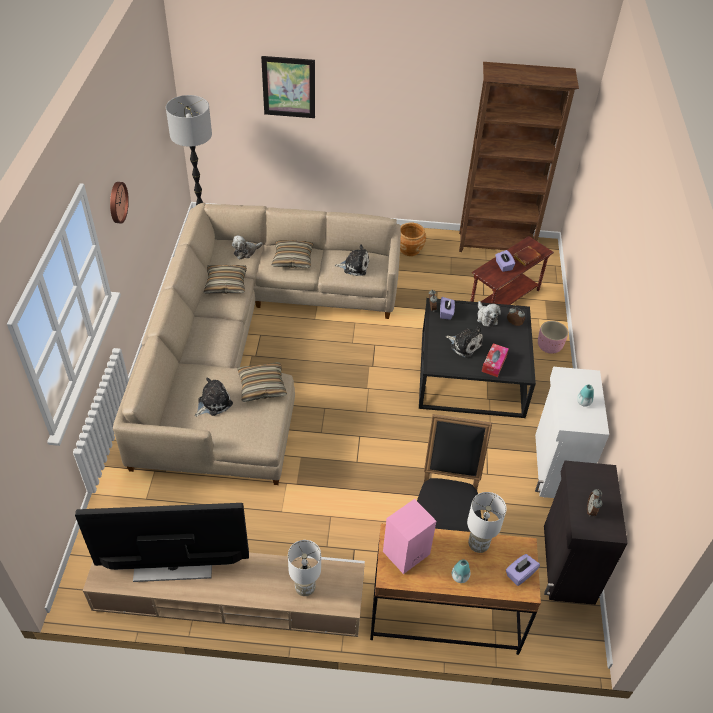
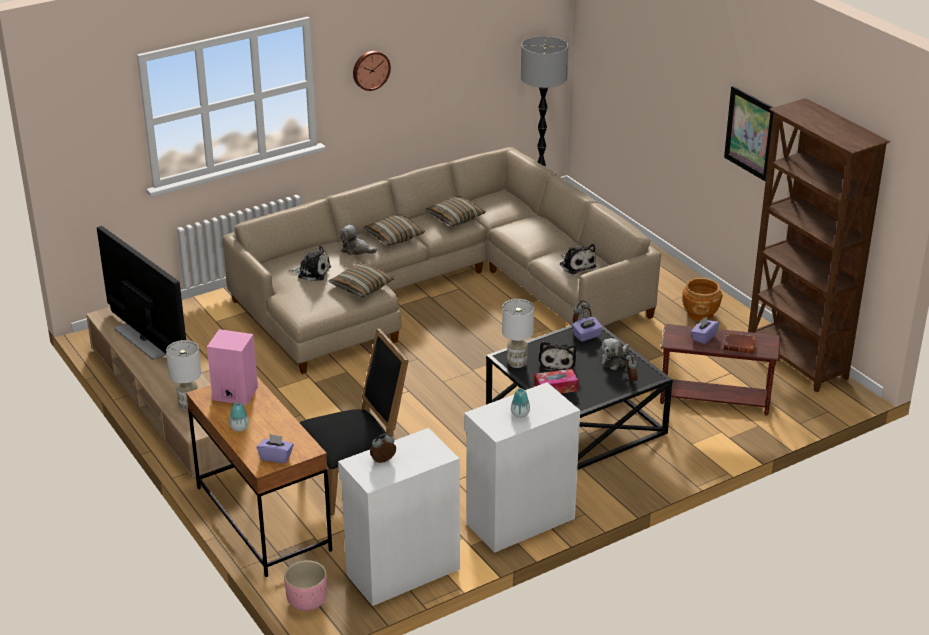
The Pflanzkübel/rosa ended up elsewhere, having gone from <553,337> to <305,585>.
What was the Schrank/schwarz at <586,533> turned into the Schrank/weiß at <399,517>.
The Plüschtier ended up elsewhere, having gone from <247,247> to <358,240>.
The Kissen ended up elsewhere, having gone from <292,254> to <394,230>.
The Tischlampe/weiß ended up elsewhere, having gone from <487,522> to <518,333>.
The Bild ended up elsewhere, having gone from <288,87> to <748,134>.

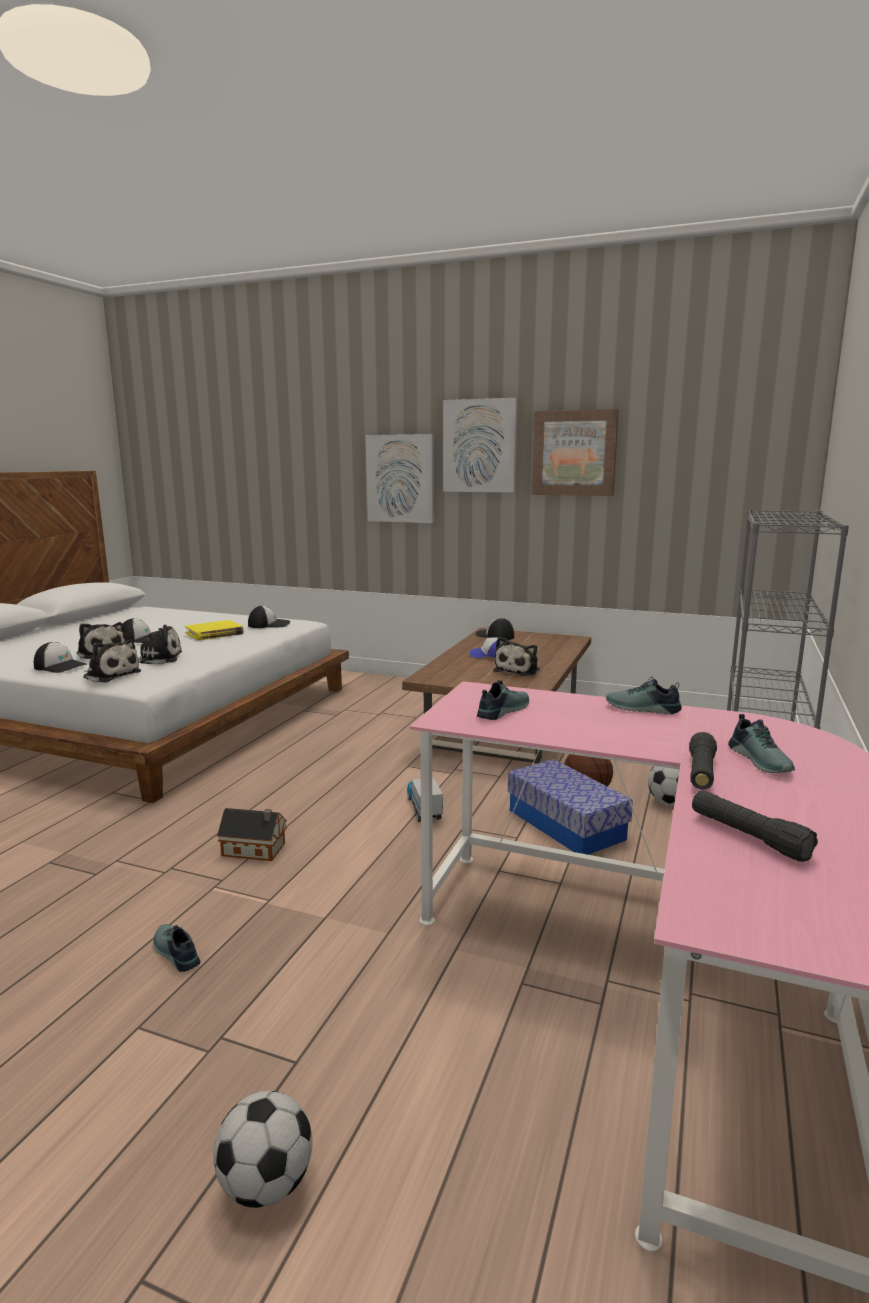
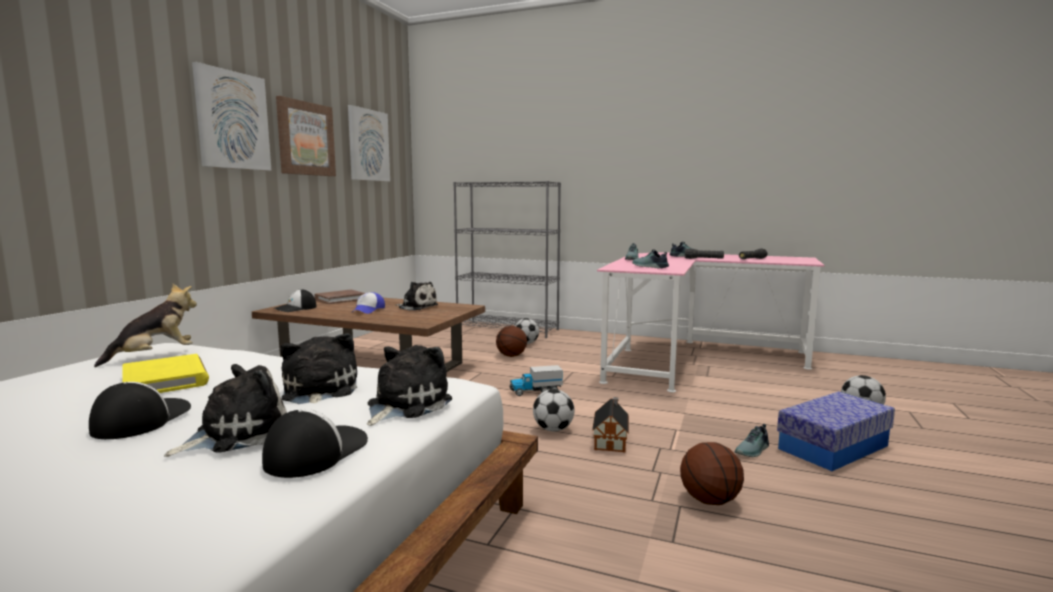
Where the Kappe stood at <269,617>, the Plüschtier came to stand at <145,325>.
The second view gained the Buch/braun at <339,297>.
The Bild ended up elsewhere, having gone from <400,478> to <369,143>.
The second view gained the Fußball at <553,410>.
The second view gained the Basketball at <712,473>.
The Aufbewahrungsbox ended up elsewhere, having gone from <570,807> to <836,431>.

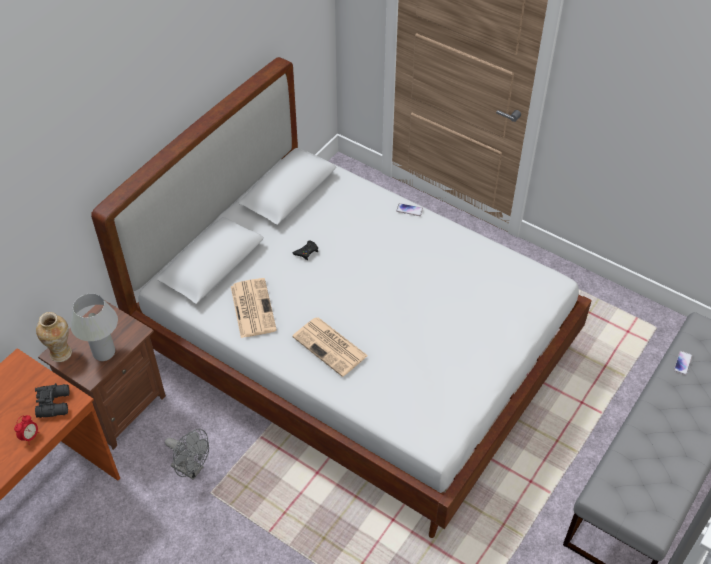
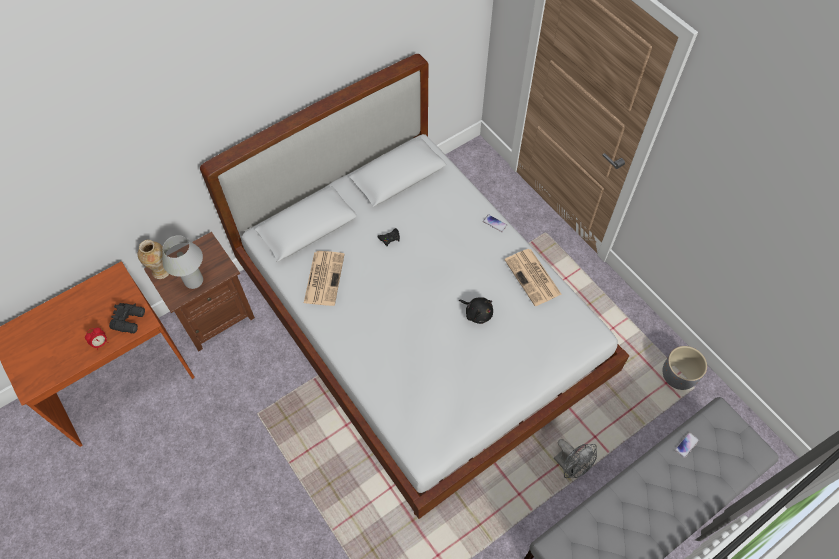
The second view gained the Plüschtier/schwarz at <476,310>.
The Zeitung ended up elsewhere, having gone from <330,347> to <533,277>.
The Ventilator/grau ended up elsewhere, having gone from <187,454> to <575,458>.
The second view gained the Pflanzkübel/grau at <684,368>.

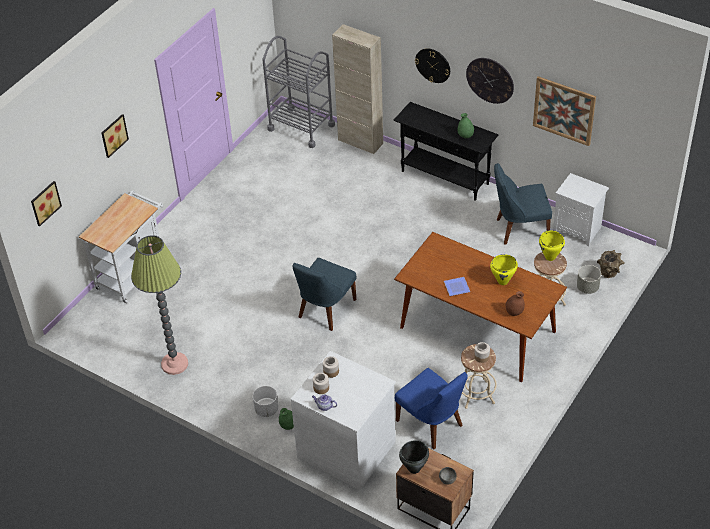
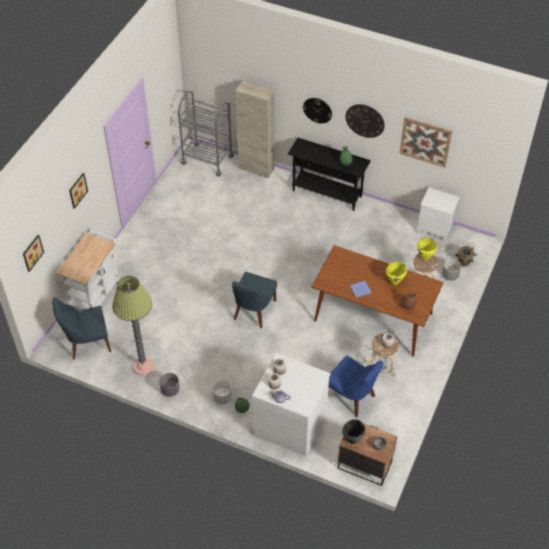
The Stuhl/blau ended up elsewhere, having gone from <523,204> to <82,328>.
The second view gained the Pflanzkübel/grau at <170,385>.

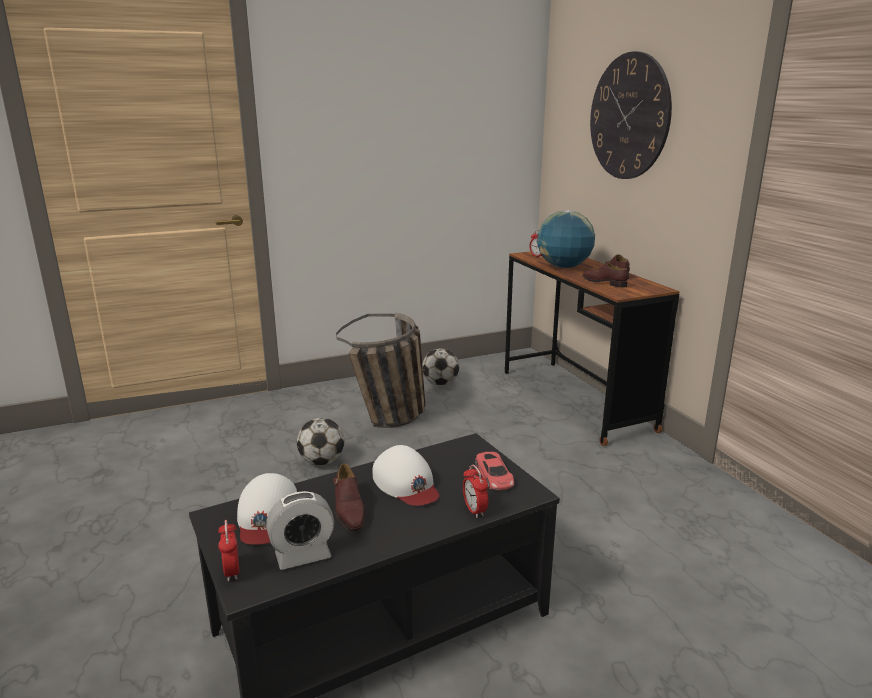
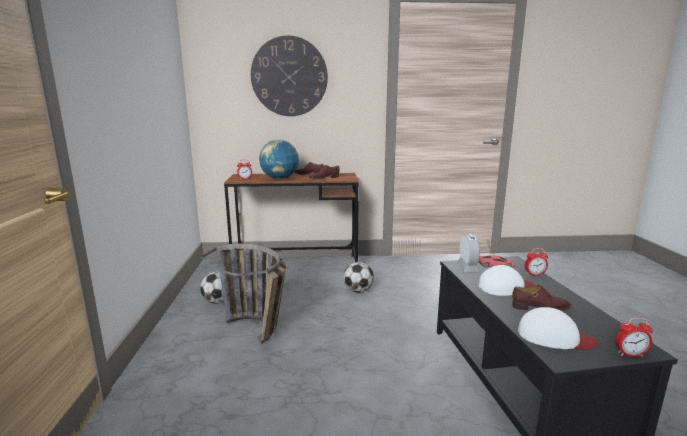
The Fußball ended up elsewhere, having gone from <321,441> to <359,277>.
The Wecker ended up elsewhere, having gone from <300,530> to <468,253>.

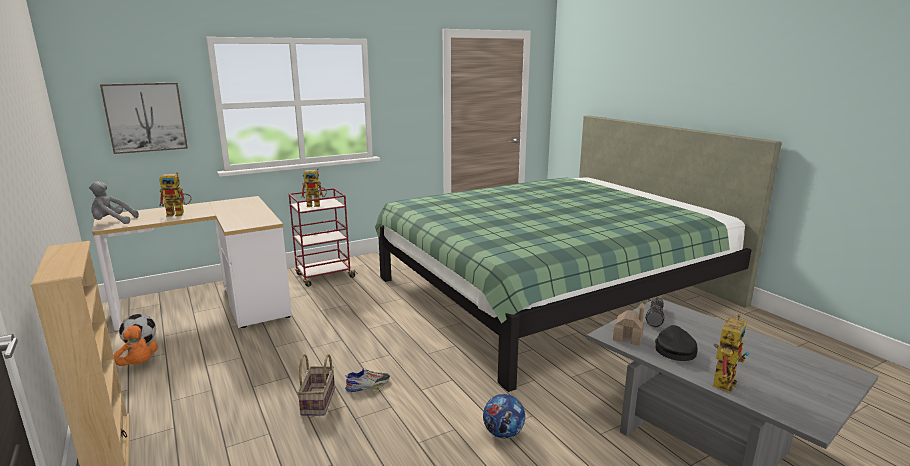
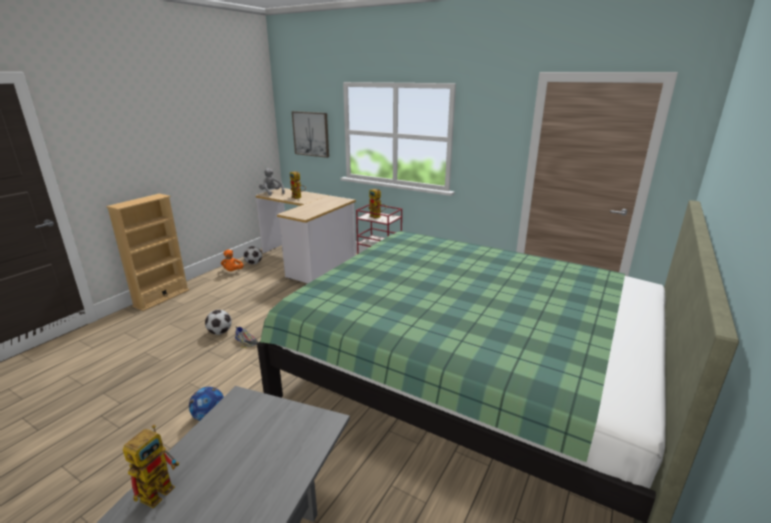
The Spielzeugroboter at <731,353> ended up facing another way, 75 degrees counterclockwise from before.
Where the Korb stood at <316,385>, the Fußball came to stand at <218,322>.
The second view lost the Spielzeughaus at <629,324>.
The second view lost the Taschenlampe at <655,312>.
The second view lost the Kappe/schwarz at <676,343>.

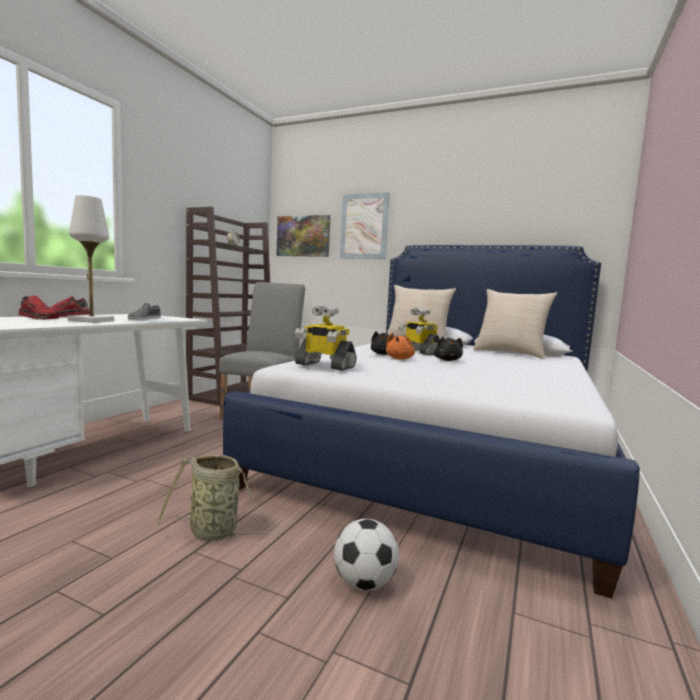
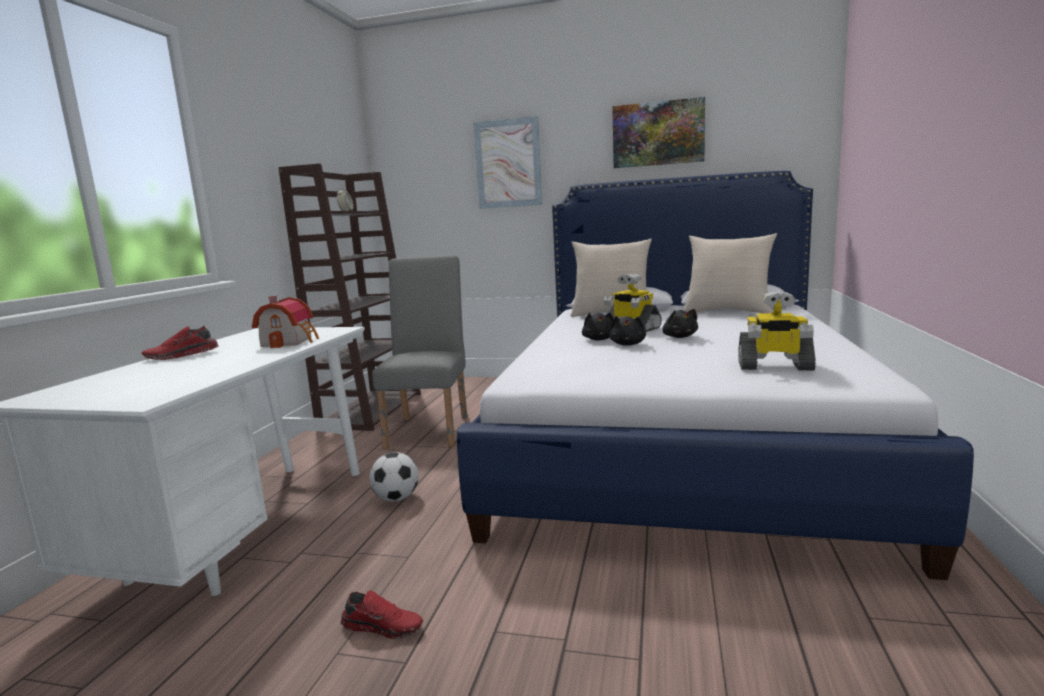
Where the Schuh/grau stood at <144,311>, the Spielzeughaus came to stand at <285,322>.
The Schuh/rot ended up elsewhere, having gone from <38,308> to <381,614>.
The Fußball ended up elsewhere, having gone from <366,555> to <394,476>.
What was the Plüschtier/orange at <400,346> turned into the Plüschtier/schwarz at <628,331>.
The Bild ended up elsewhere, having gone from <303,236> to <658,132>.
The Spielzeugroboter ended up elsewhere, having gone from <325,338> to <777,331>.
The second view lost the Tischlampe/weiß at <91,259>.
The second view lost the Korb at <220,498>.

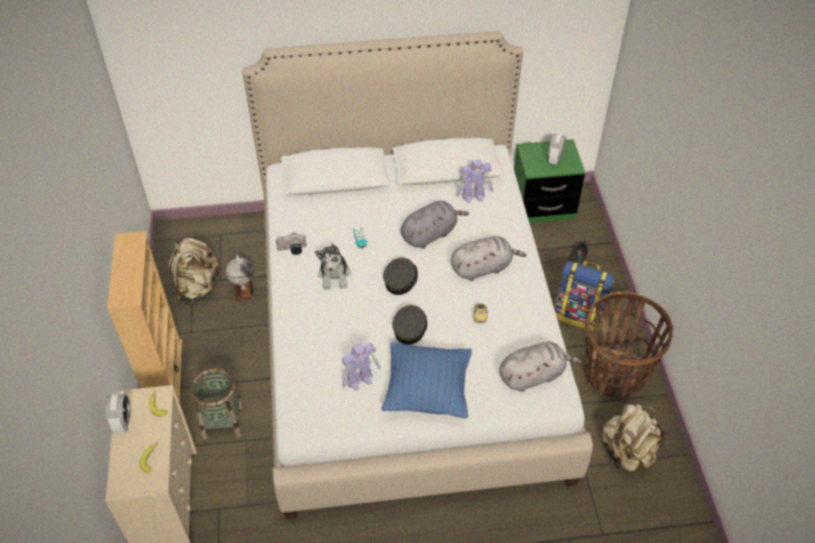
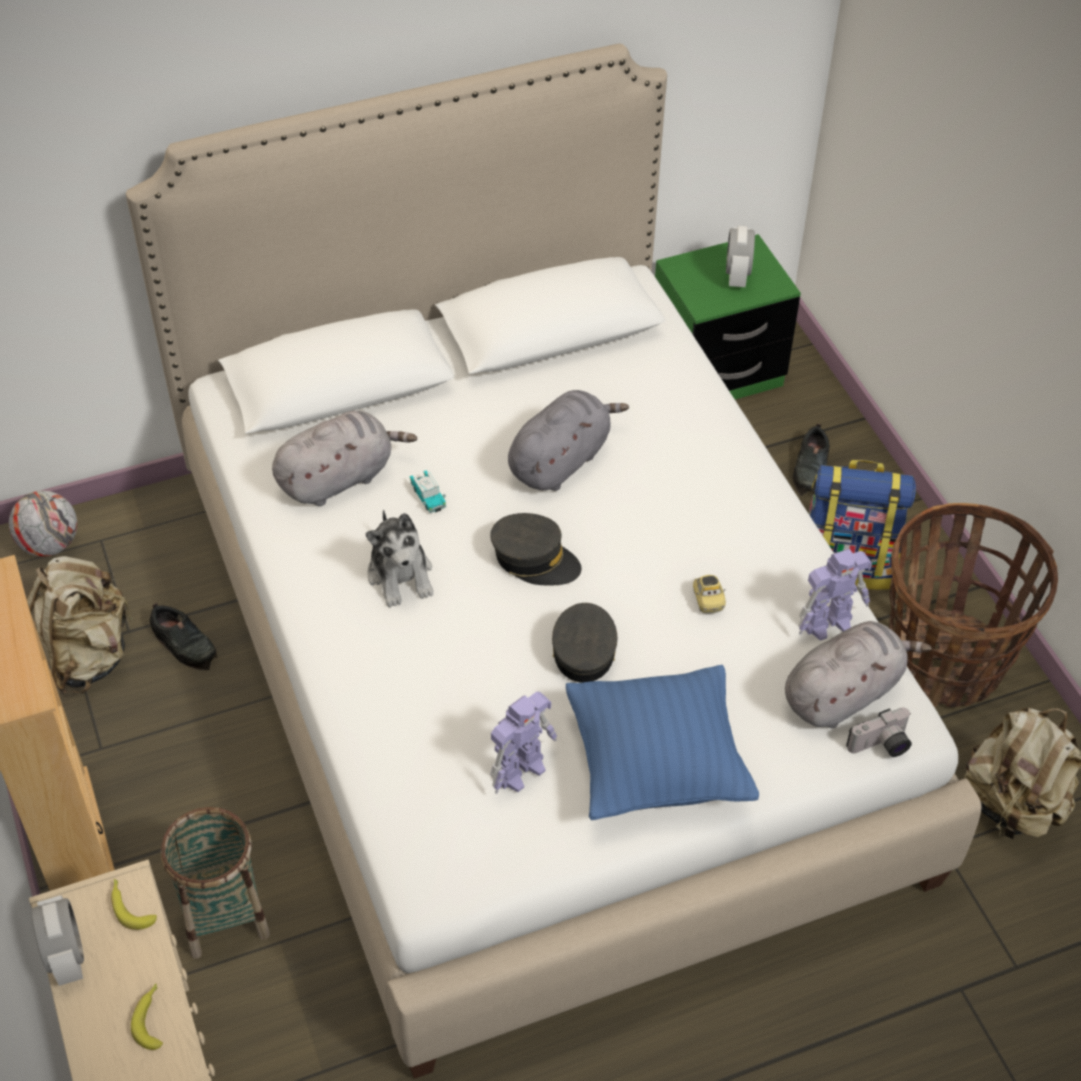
The second view gained the Fußball at <43,524>.
Where the Globus stood at <240,278>, the Schuh/schwarz came to stand at <183,636>.
The Plüschtier/grau ended up elsewhere, having gone from <489,258> to <344,458>.
The Kappe/grau at <400,276> ended up facing another way, 105 degrees clockwise from before.
The Spielzeugroboter ended up elsewhere, having gone from <475,181> to <835,595>.
The Kamera ended up elsewhere, having gone from <291,244> to <879,732>.

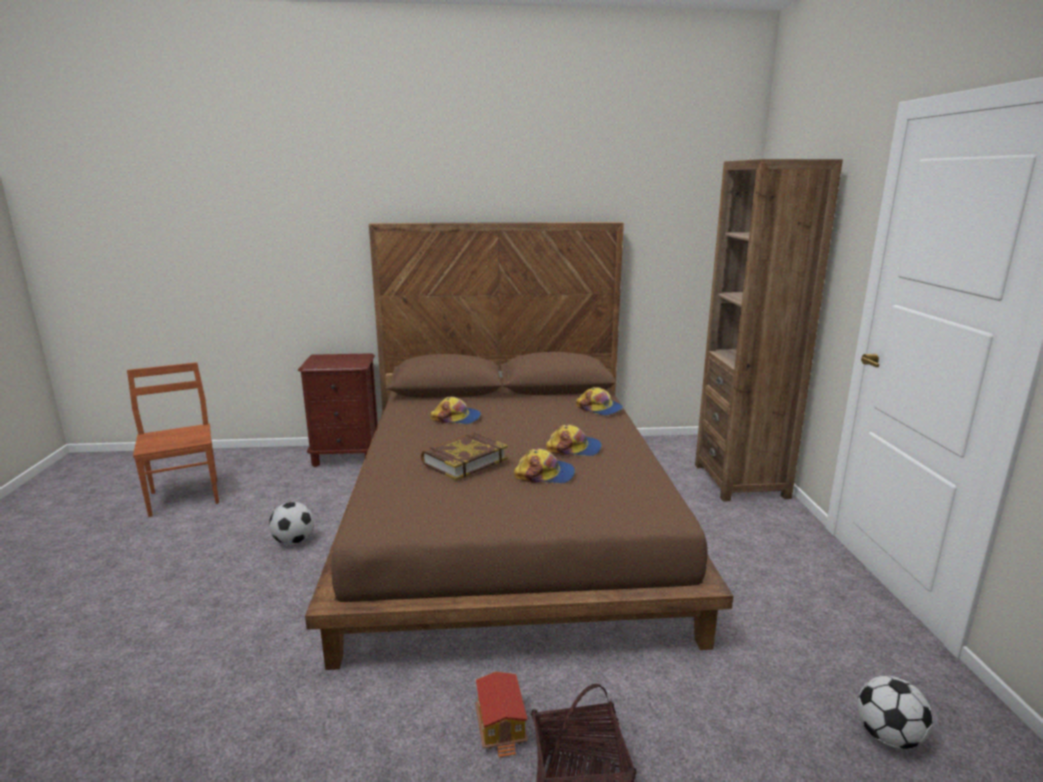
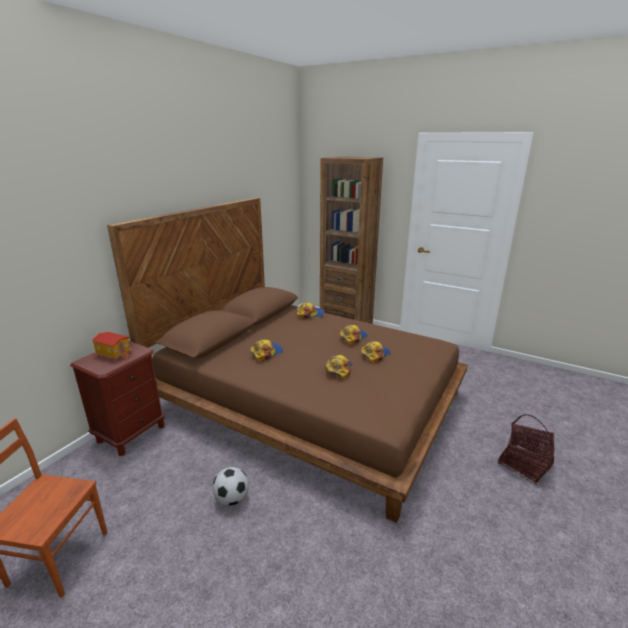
The Spielzeughaus ended up elsewhere, having gone from <501,714> to <111,346>.
Where the Buch stood at <464,456>, the Kappe came to stand at <339,367>.
The second view lost the Fußball at <895,712>.

